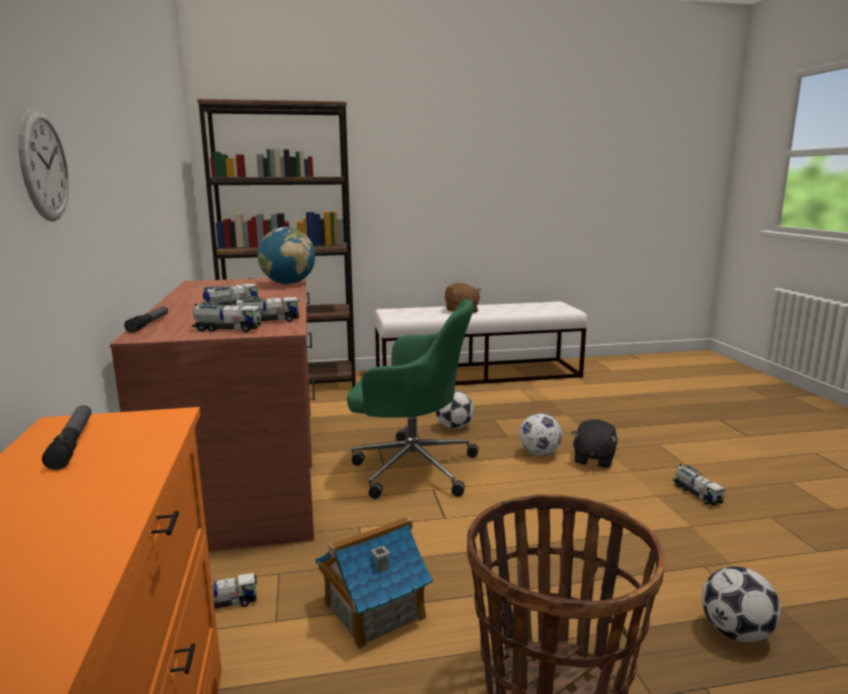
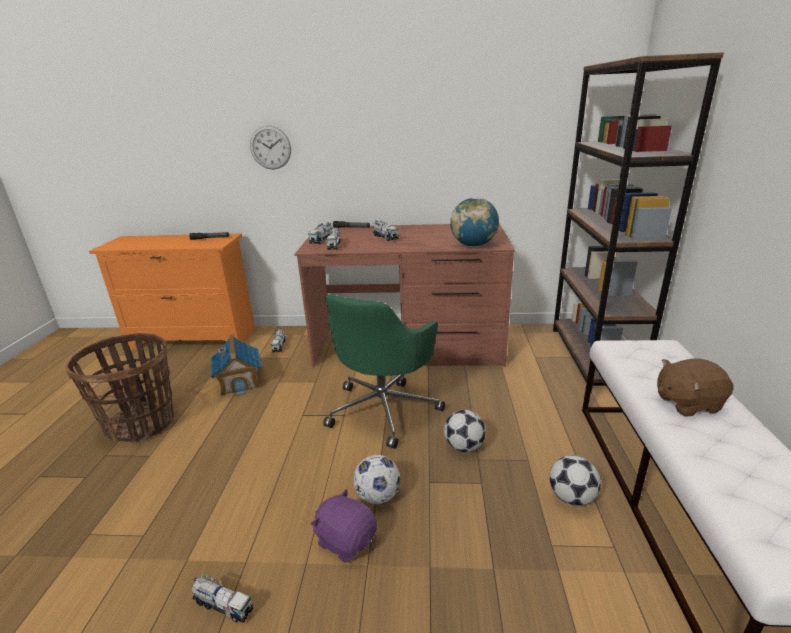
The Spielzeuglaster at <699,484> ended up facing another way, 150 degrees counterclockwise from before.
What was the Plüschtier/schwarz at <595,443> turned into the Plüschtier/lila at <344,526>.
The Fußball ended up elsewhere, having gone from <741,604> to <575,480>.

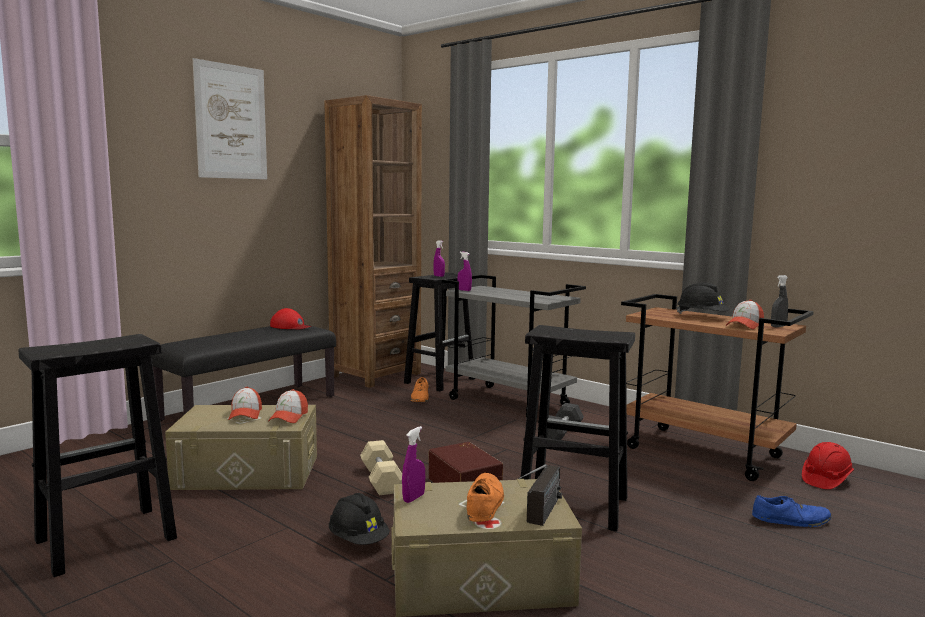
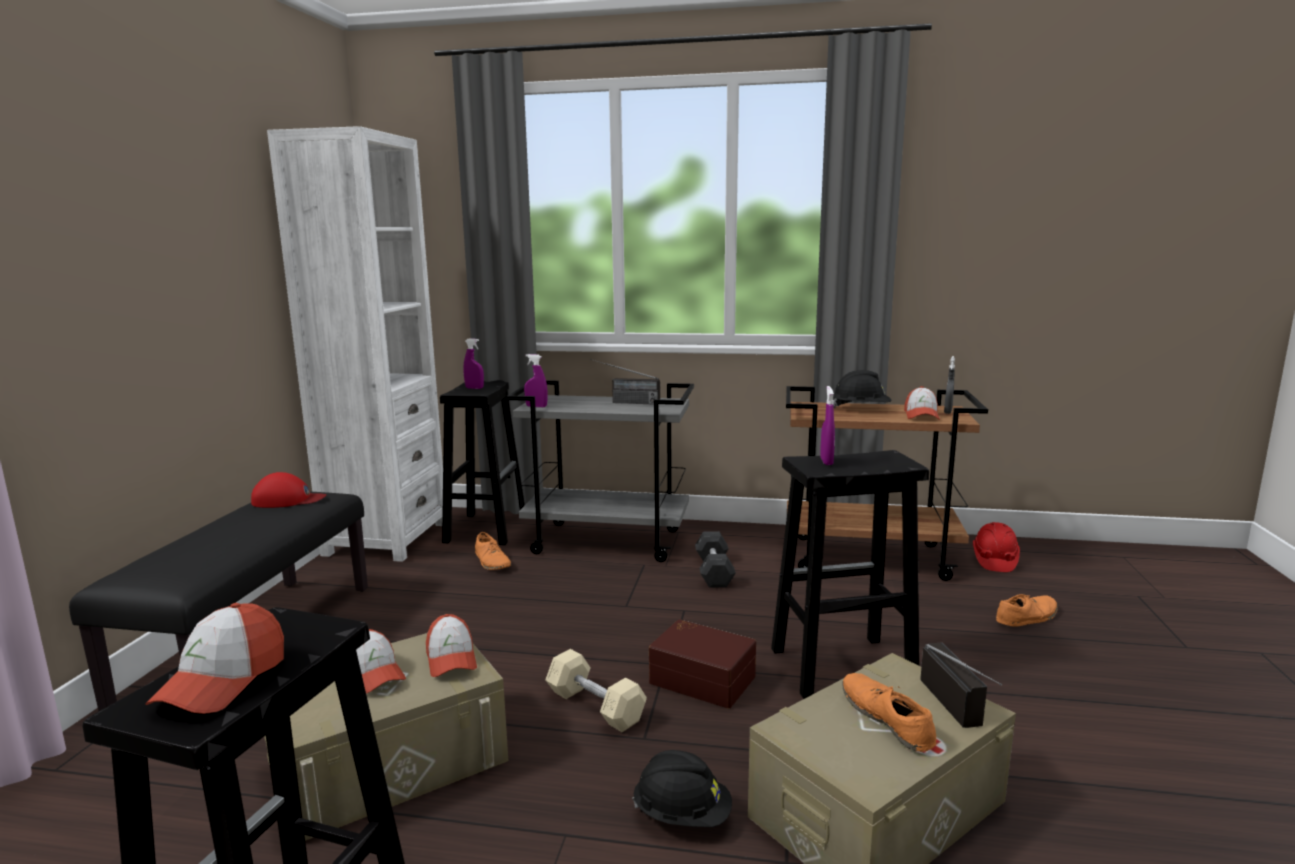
The second view gained the Kappe at <214,658>.
What was the Bücherregal/braun at <373,241> turned into the Bücherregal/weiß at <355,344>.
The second view gained the Radio at <625,381>.
The Sprühflasche/lila ended up elsewhere, having gone from <413,464> to <827,425>.
What was the Schuh/blau at <792,511> turned into the Schuh/orange at <1027,610>.
The second view lost the Bild at <230,118>.

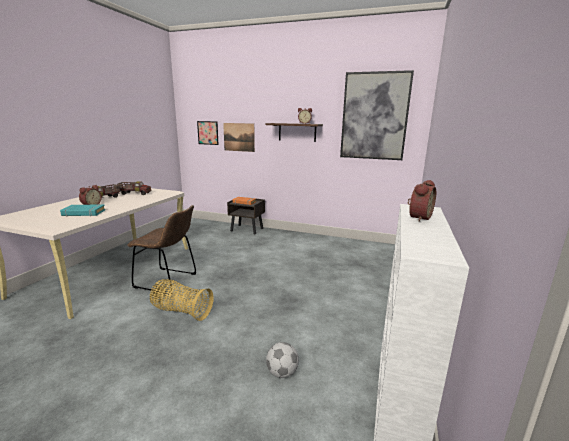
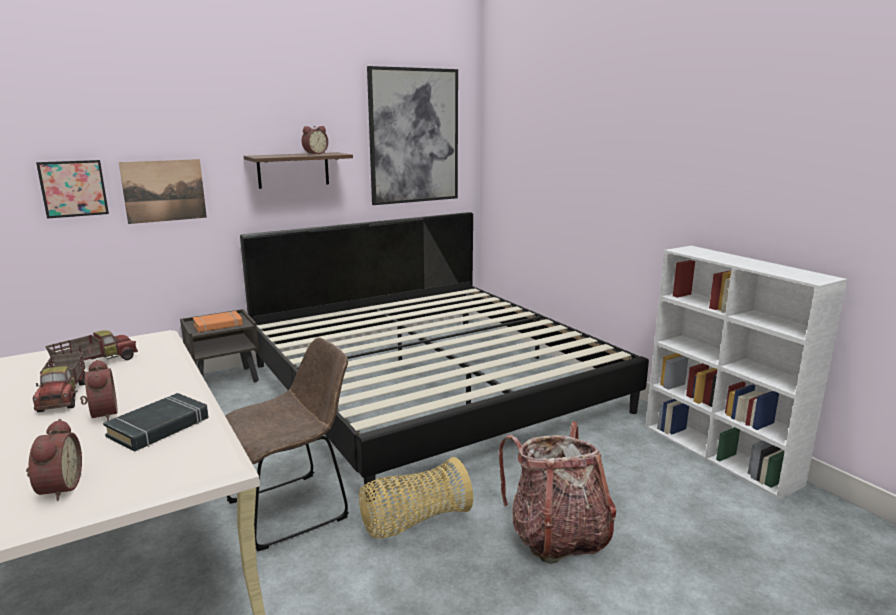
The Wecker ended up elsewhere, having gone from <422,201> to <54,460>.
What was the Buch/türkis at <82,210> turned into the Buch/schwarz at <156,422>.
The second view gained the Bett at <444,357>.
The second view gained the Rucksack at <557,493>.
The second view lost the Fußball at <282,360>.

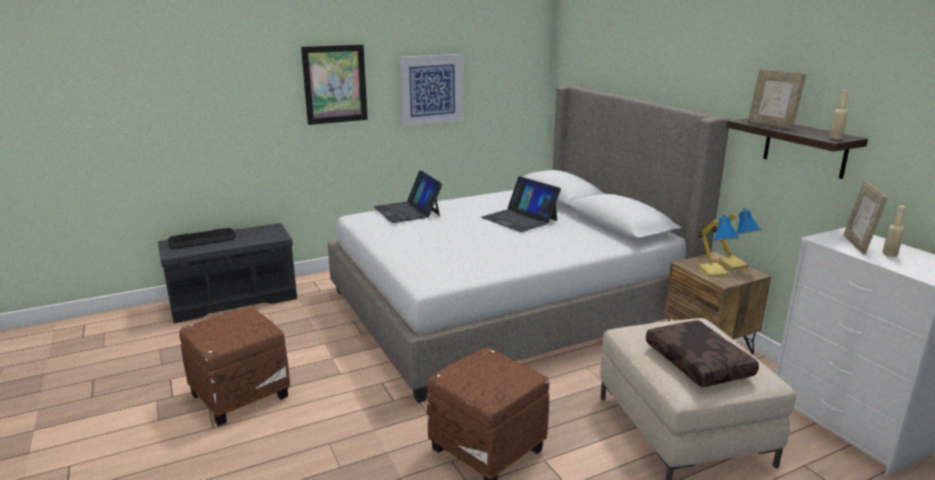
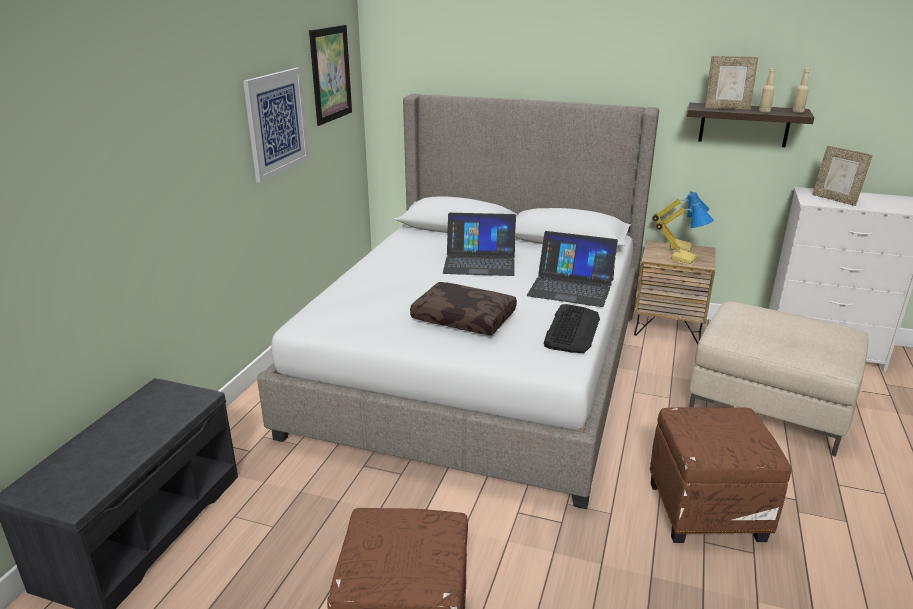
The Bild ended up elsewhere, having gone from <334,84> to <330,75>.
The Kissen/braun ended up elsewhere, having gone from <702,353> to <463,308>.
The Laptop ended up elsewhere, having gone from <408,196> to <572,269>.
The Tastatur ended up elsewhere, having gone from <202,238> to <572,328>.
The Flasche/beige ended up elsewhere, having gone from <893,231> to <767,90>.

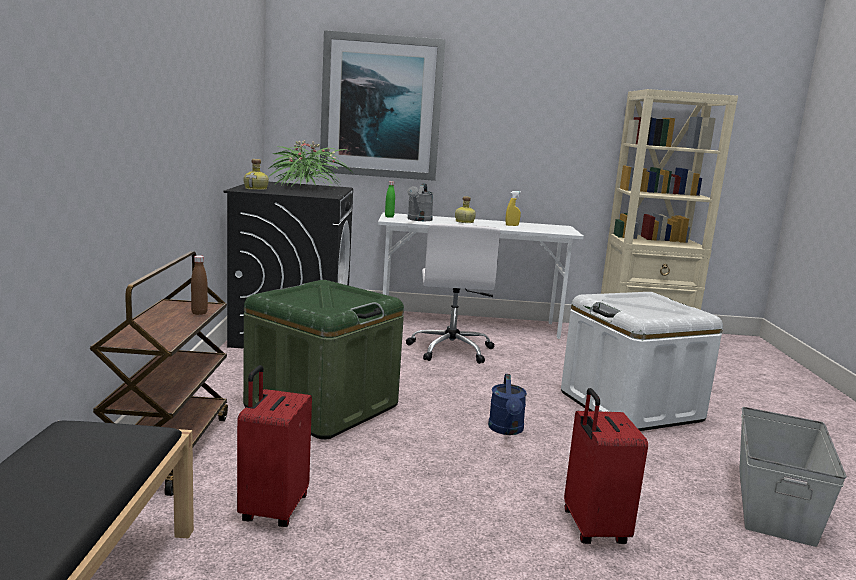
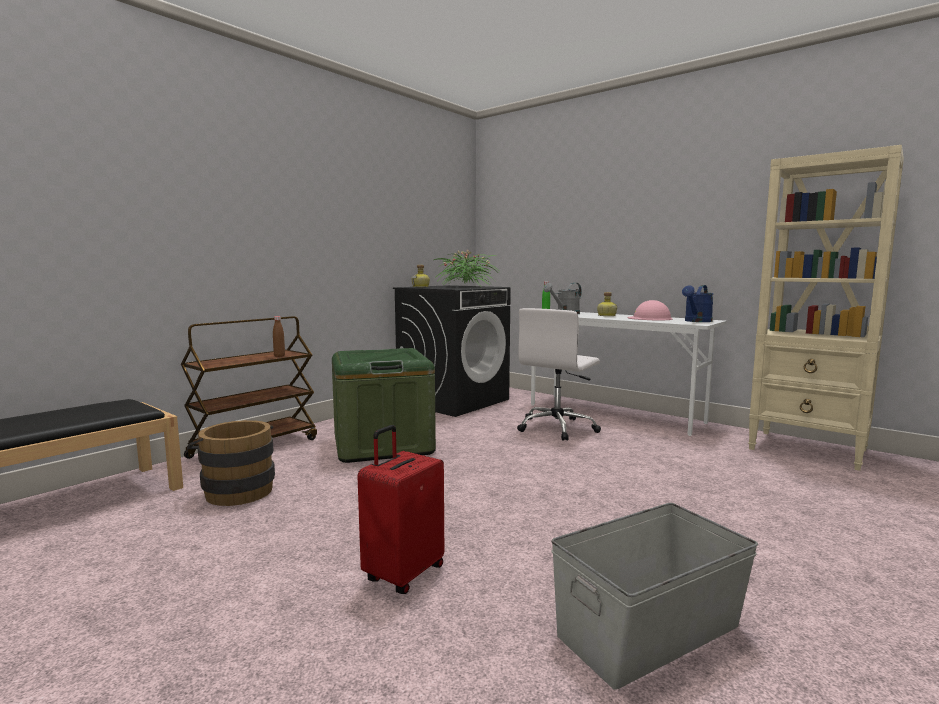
Where the Koffer/rot stood at <274,446>, the Eimer/braun came to stand at <231,463>.
Where the Sprühflasche/gelb stood at <513,208>, the Schutzhelm/rosa came to stand at <649,310>.
The Gießkanne/blau ended up elsewhere, having gone from <507,404> to <697,303>.
The second view lost the Bild at <383,105>.
The second view lost the Aufbewahrungsbox/weiß at <642,361>.

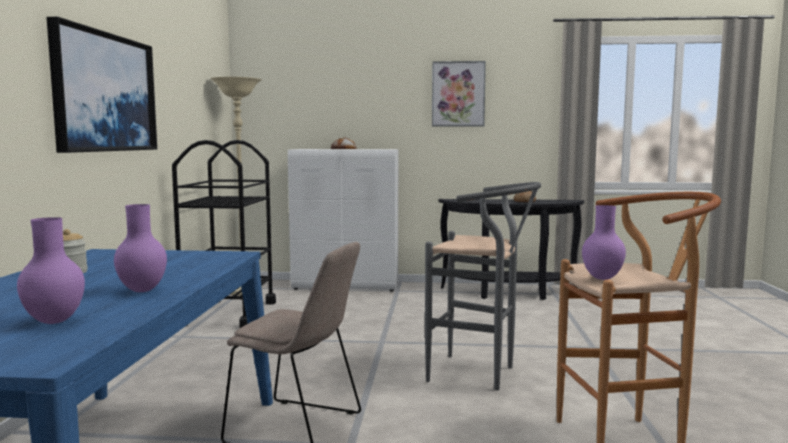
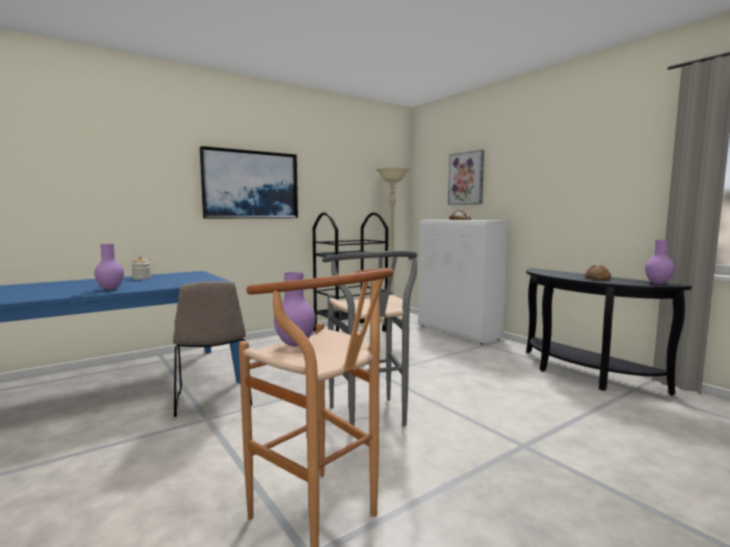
The Bild ended up elsewhere, having gone from <459,93> to <466,177>.
The Vase/lila ended up elsewhere, having gone from <51,270> to <660,262>.

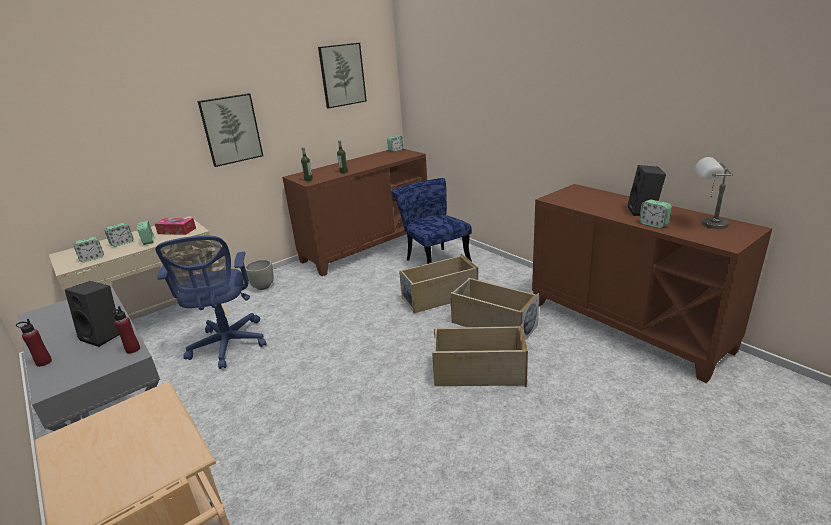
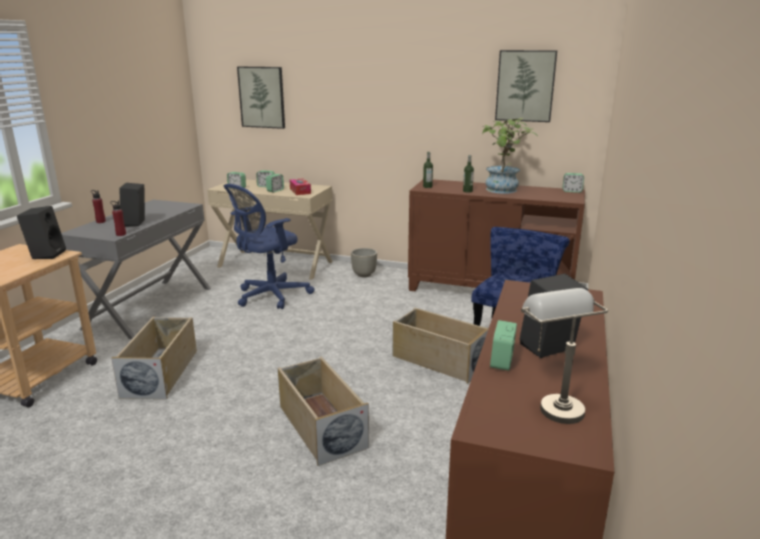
The second view gained the Lautsprecher/schwarz at <41,232>.
The Aufbewahrungsbox/beige ended up elsewhere, having gone from <494,309> to <154,358>.
The Bild ended up elsewhere, having gone from <230,130> to <261,98>.
The second view gained the Topfpflanze at <510,156>.

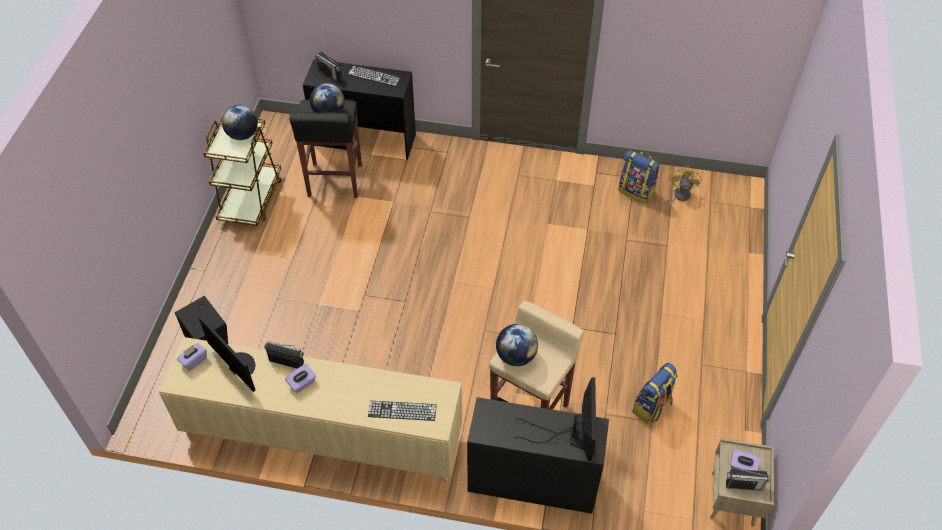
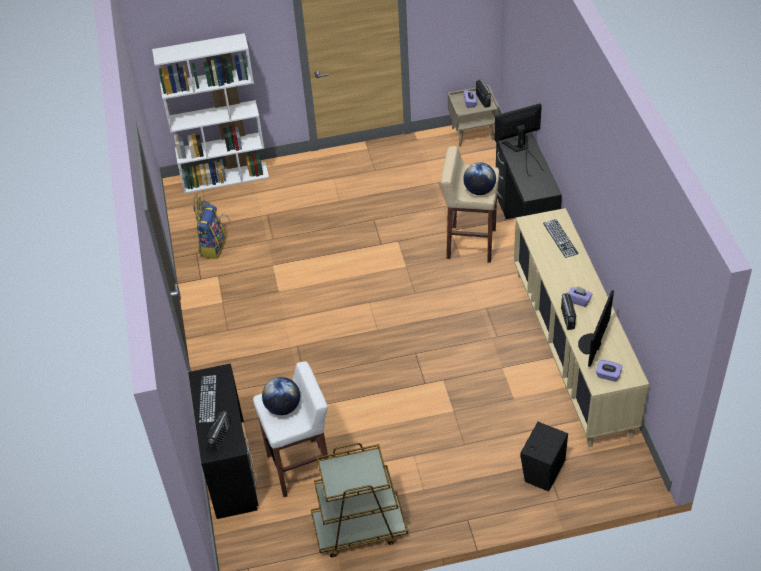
The second view gained the Bücherregal/weiß at <210,113>.
What was the Hocker/schwarz at <325,149> turned into the Hocker/weiß at <290,429>.
The second view lost the Globus at <240,122>.
The second view lost the Rucksack at <655,393>.

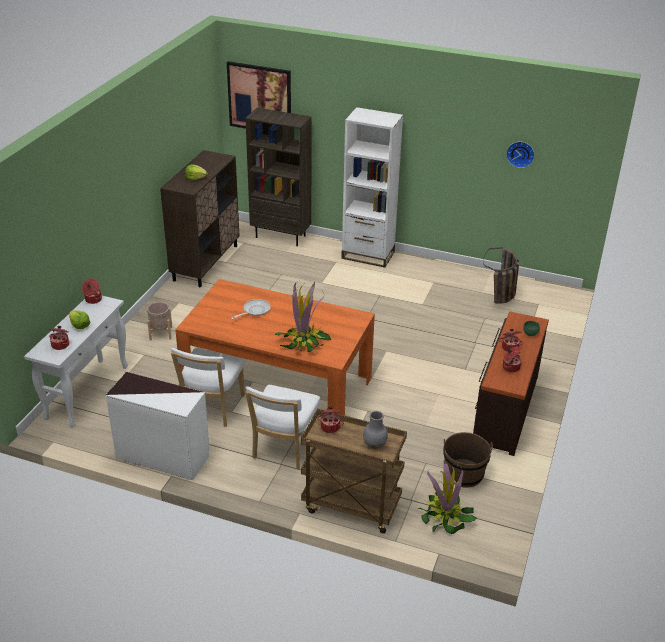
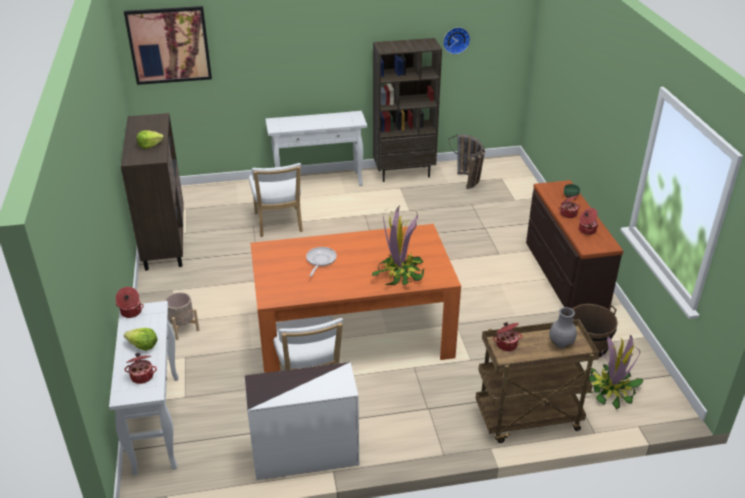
The Stuhl/weiß ended up elsewhere, having gone from <282,427> to <276,200>.
Where the Bücherregal/weiß stood at <372,187>, the Konsolentisch/weiß came to stand at <316,148>.
The Bücherregal/braun ended up elsewhere, having gone from <278,177> to <407,110>.

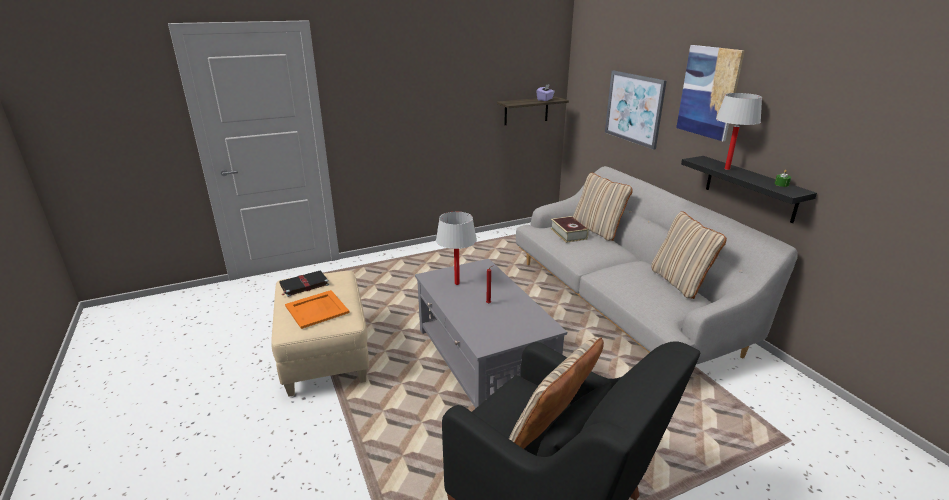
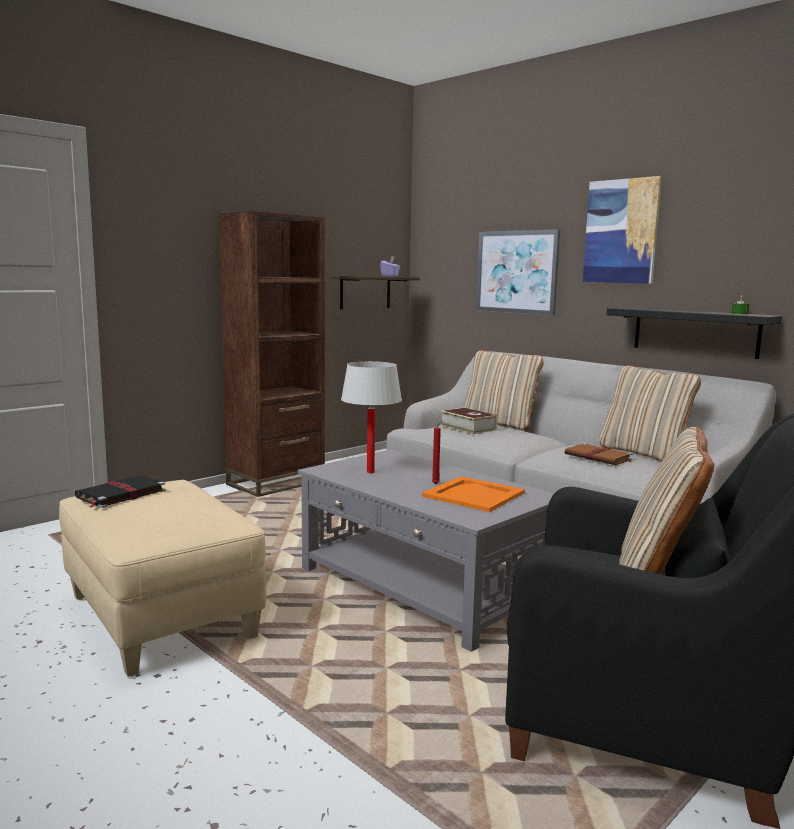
The second view gained the Bücherregal/braun at <272,354>.
The Tablett/orange ended up elsewhere, having gone from <317,309> to <473,494>.
The second view gained the Buch/braun at <599,454>.
The second view lost the Tischlampe/weiß at <739,131>.

